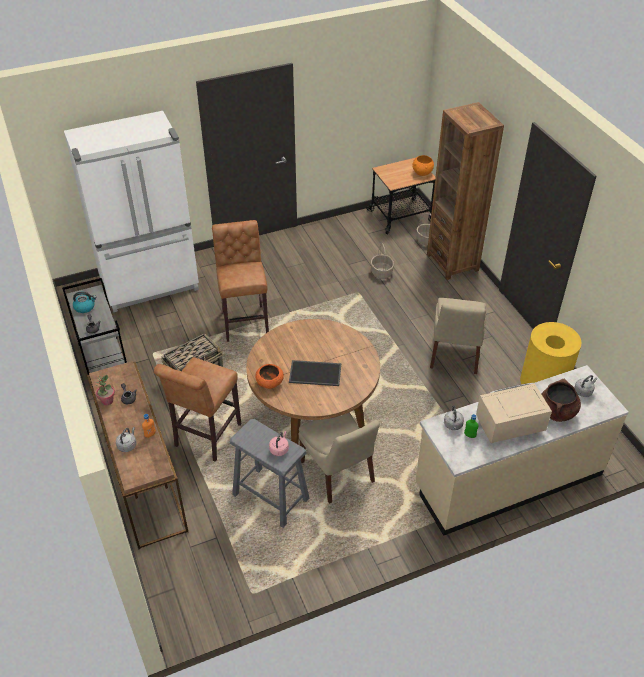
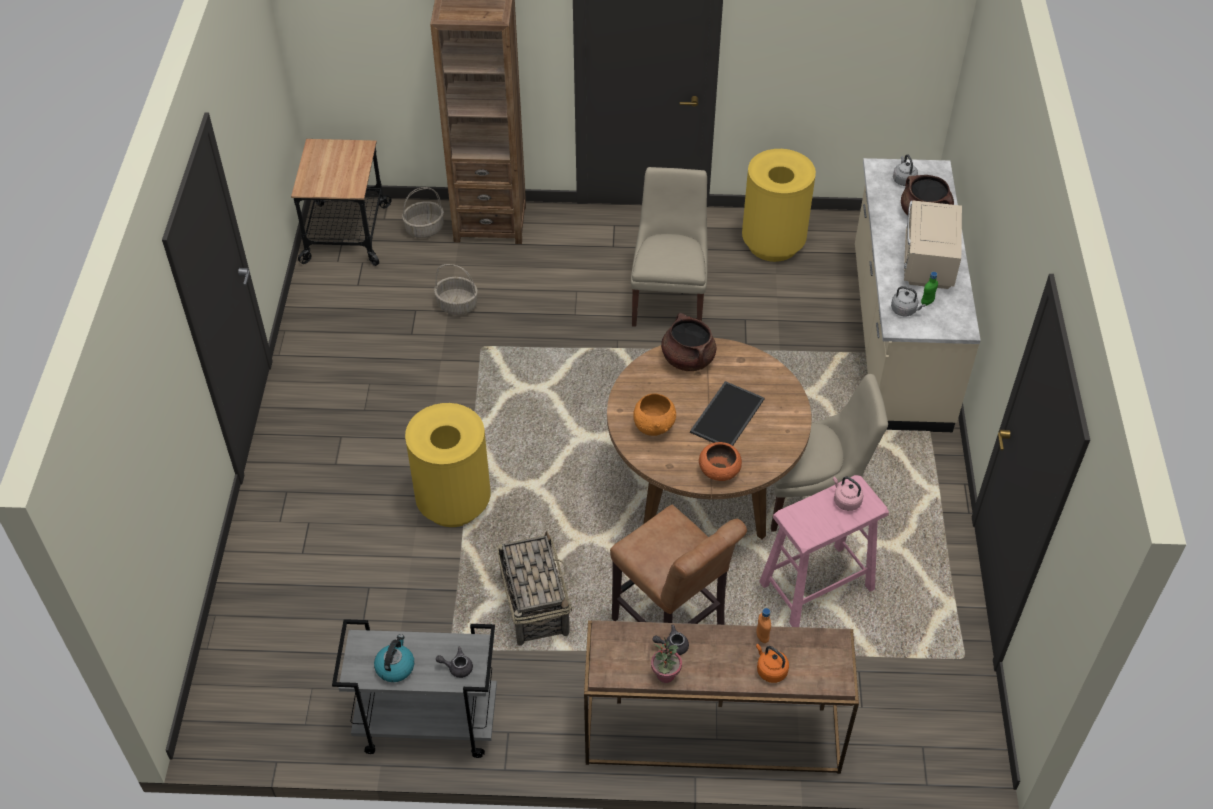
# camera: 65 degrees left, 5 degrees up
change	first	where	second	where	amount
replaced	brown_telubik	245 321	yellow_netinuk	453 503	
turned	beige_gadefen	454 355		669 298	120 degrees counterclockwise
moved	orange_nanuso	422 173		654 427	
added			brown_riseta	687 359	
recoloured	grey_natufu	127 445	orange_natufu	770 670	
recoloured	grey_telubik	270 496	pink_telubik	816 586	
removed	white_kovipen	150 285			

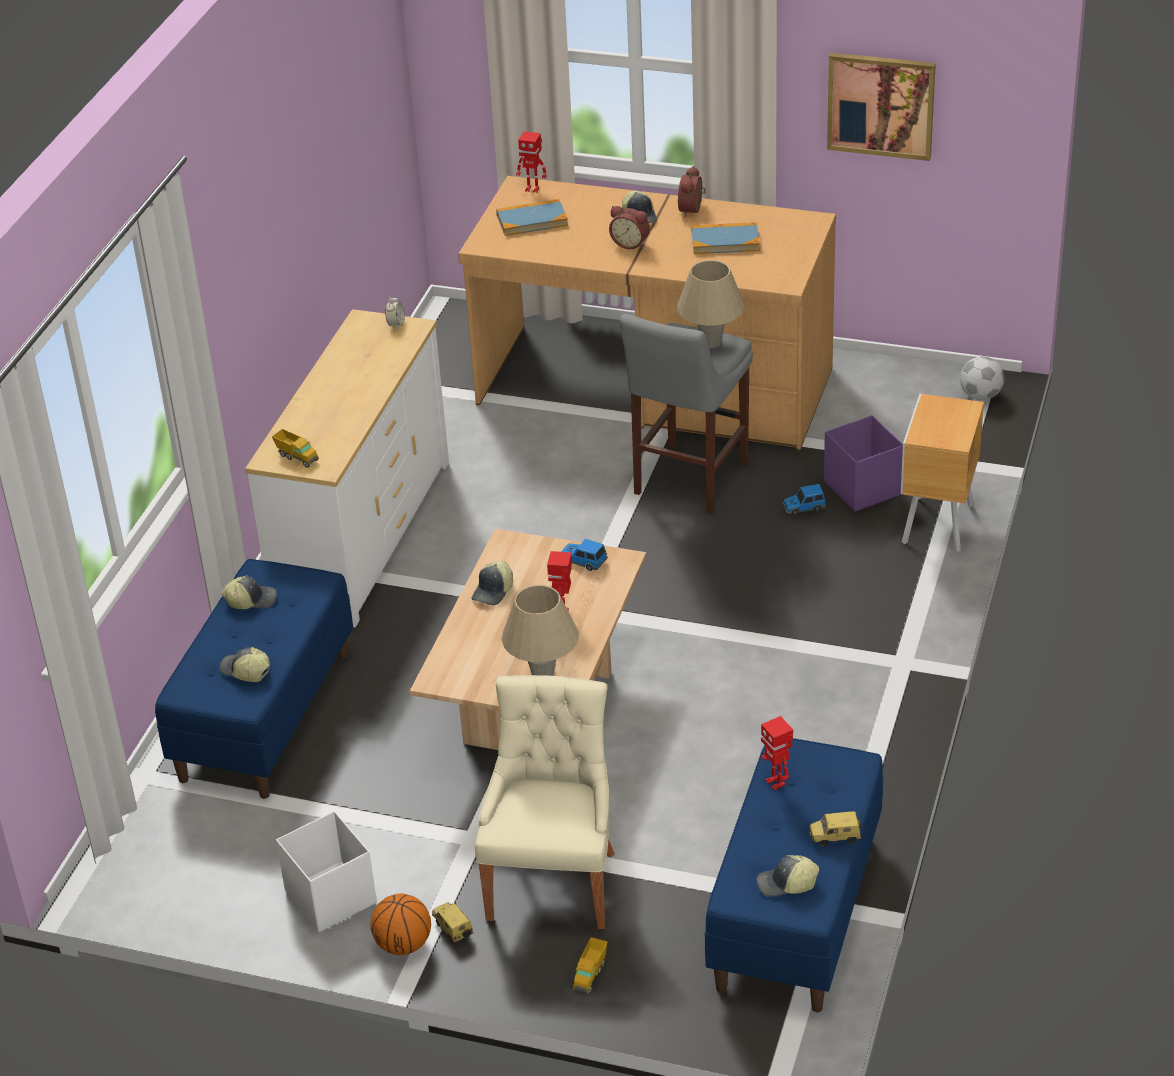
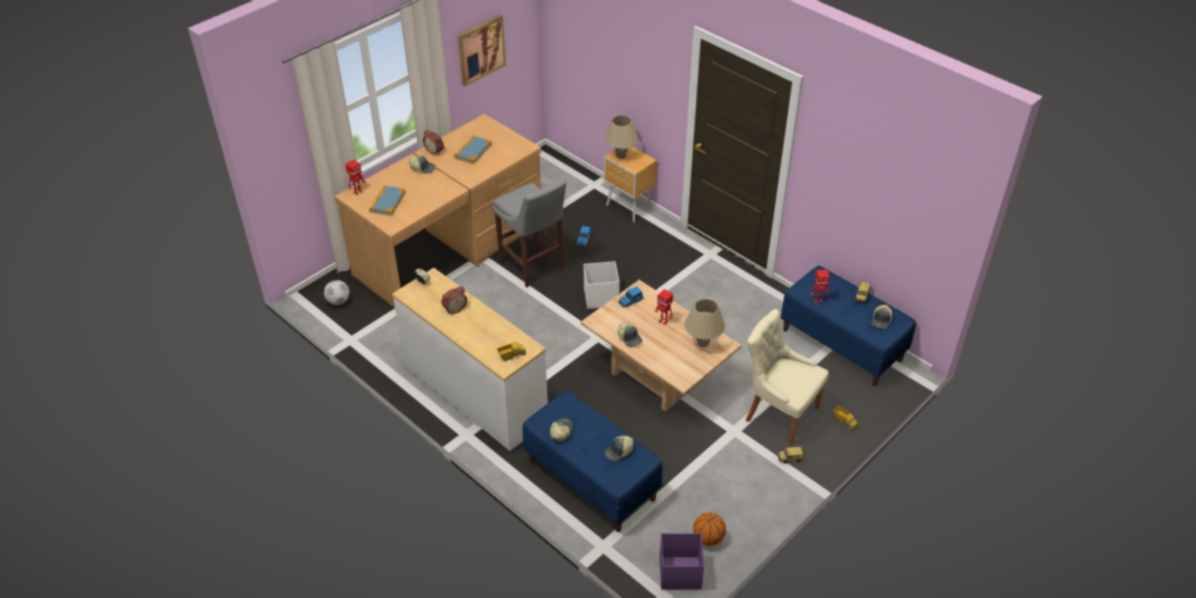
# camera: 65 degrees left, 5 degrees up
change	first	where	second	where	amount
moved	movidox	981 396		338 301	
moved	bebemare	631 243		454 308	
moved	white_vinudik	330 896		600 297	
moved	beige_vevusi	711 342		621 155	
moved	purple_vinudik	862 487		679 573	
moved	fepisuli	403 945		708 538	

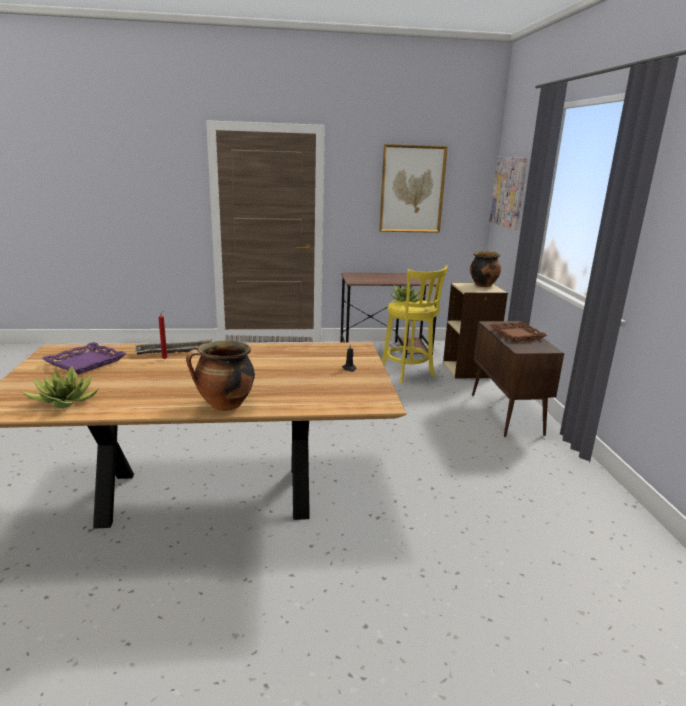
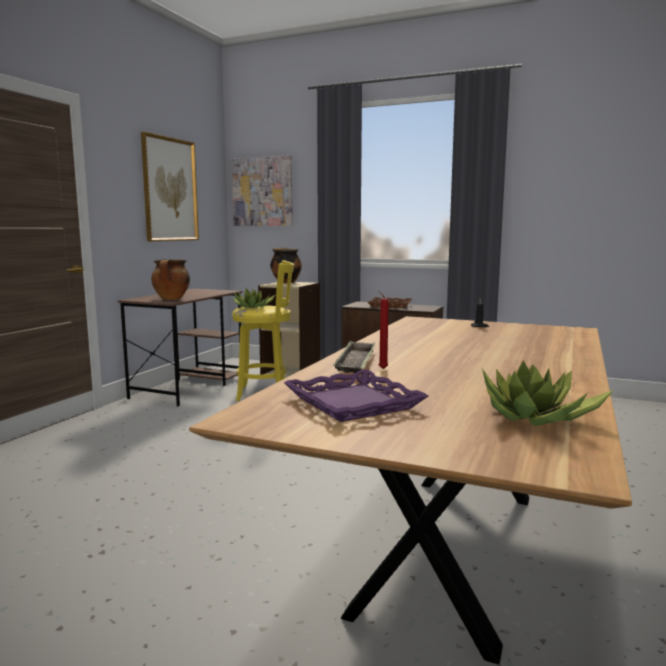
# camera: 60 degrees left, 10 degrees down
change	first	where	second	where	amount
moved	riseta	224 406		172 299	

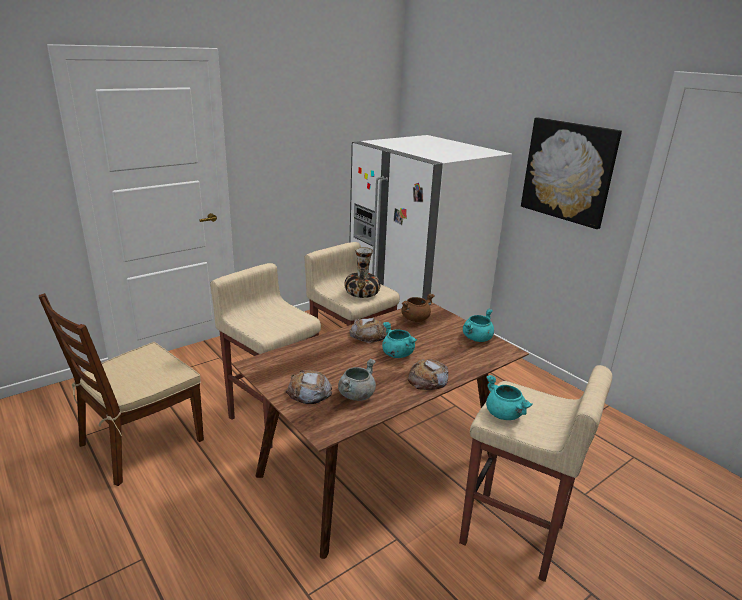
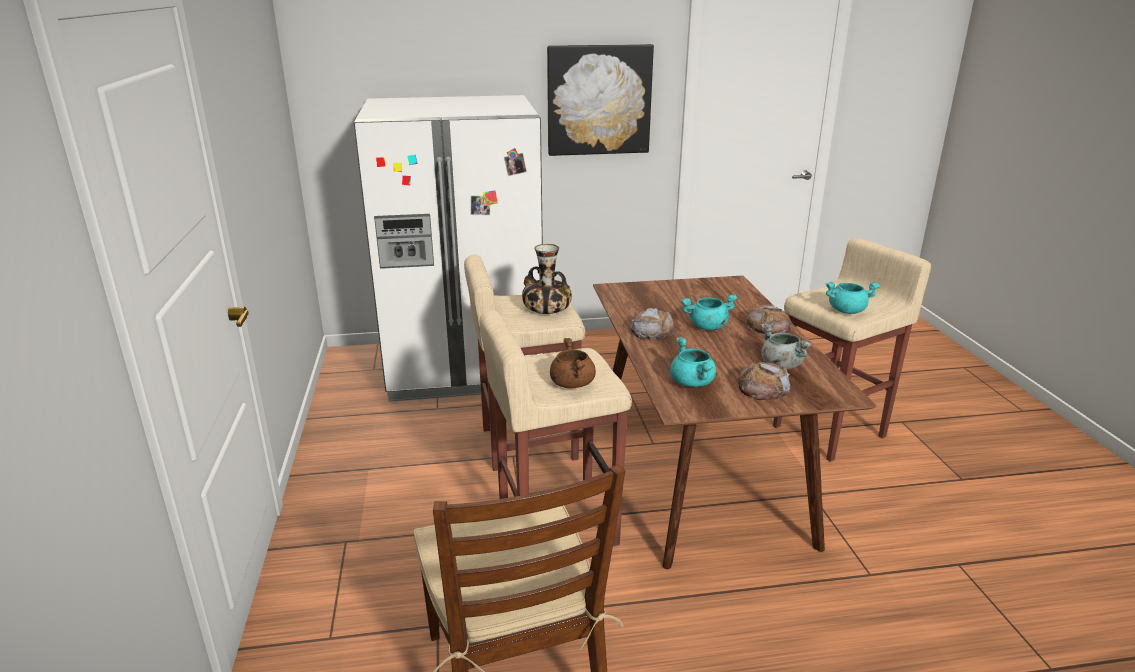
# camera: 60 degrees left, 0 degrees up
change	first	where	second	where	amount
moved	brown_riseta	415 318		571 383	
moved	turquoise_riseta	477 338		693 383	

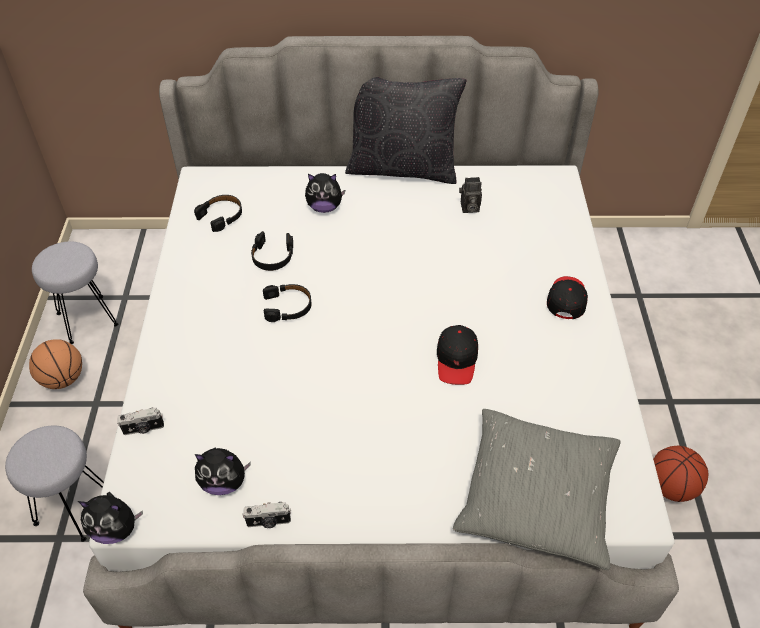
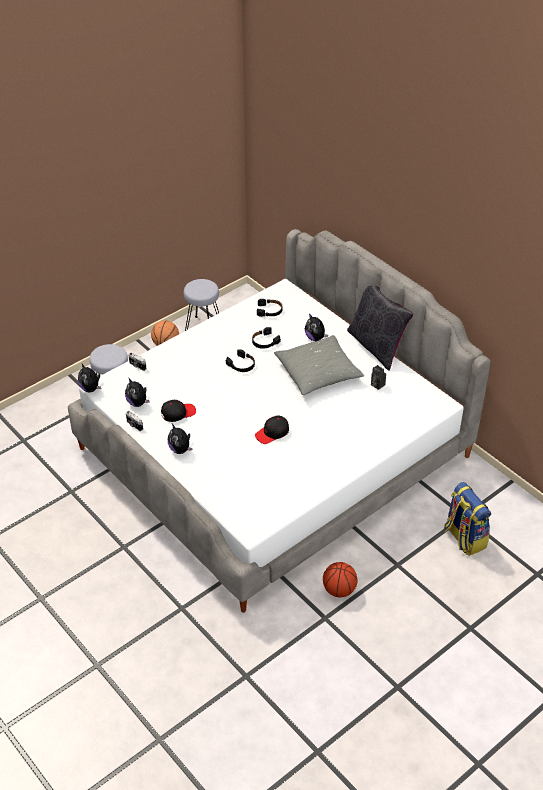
# camera: 50 degrees right, 5 degrees down
change	first	where	second	where	amount
moved	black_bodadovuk	566 299		178 413	
added			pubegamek	180 449	
moved	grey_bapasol	537 496		318 373	
added			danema	464 538	

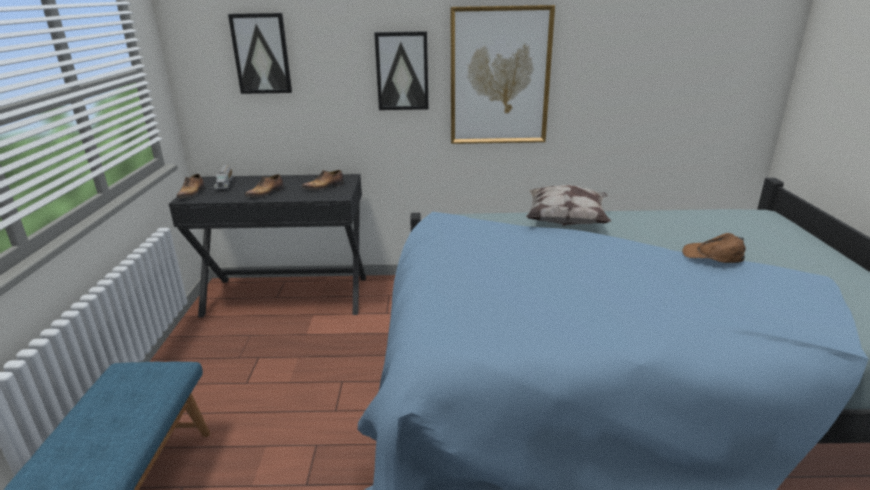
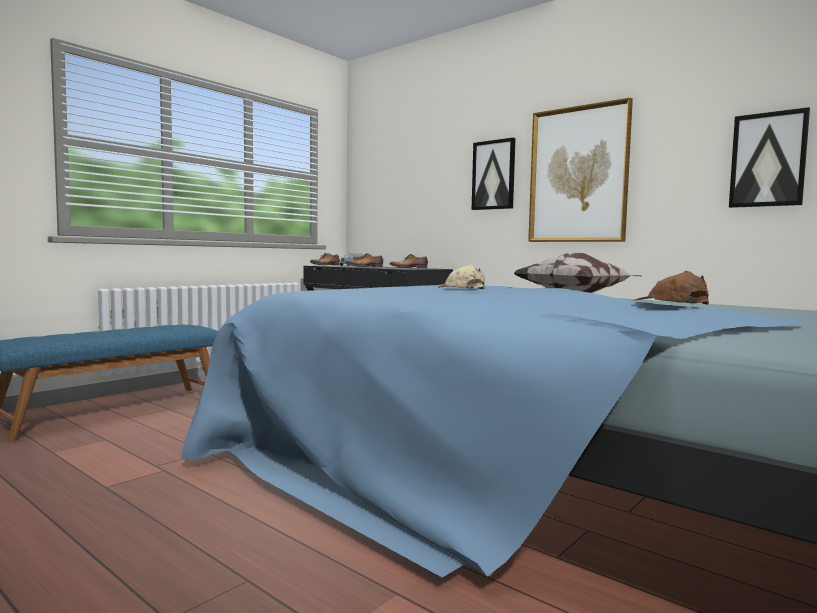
# camera: 40 degrees right, 20 degrees down
change	first	where	second	where	amount
added			beige_bodadovuk	461 289	
moved	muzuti	261 54		768 160	

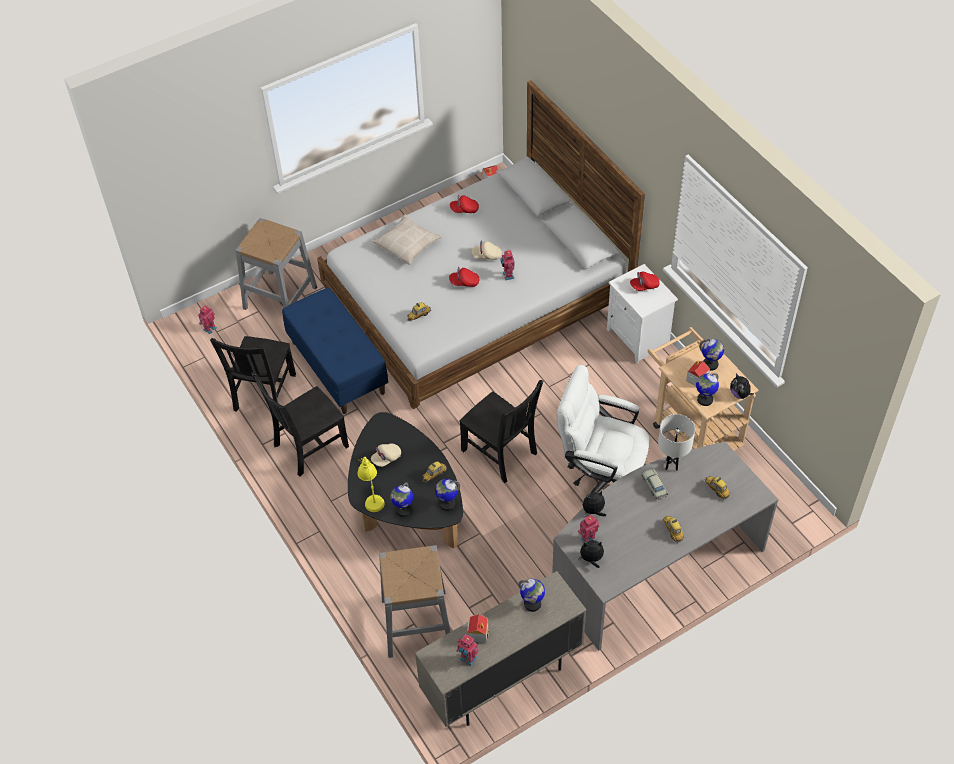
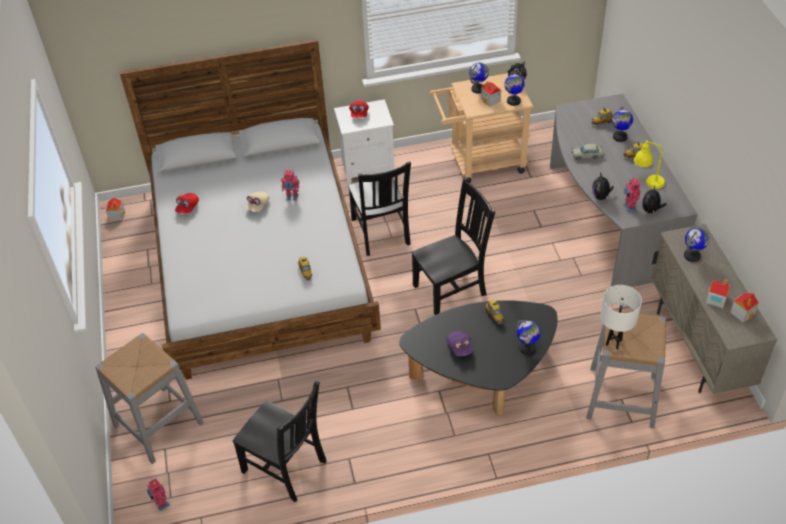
# camera: 70 degrees left, 5 degrees down
change	first	where	second	where	amount
moved	black_gadefen	308 447		381 233	
recoloured	beige_bodadovuk	386 458	purple_bodadovuk	459 347	
moved	white_vevusi	671 465		613 342	
moved	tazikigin	447 503		620 137	
moved	yellow_vevusi	371 496		647 182	
replaced	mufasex	467 659	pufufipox	742 313	
removed	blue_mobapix	338 367			
removed	beige_bapasol	407 244			
removed	red_bodadovuk	464 282			
removed	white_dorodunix	601 475			

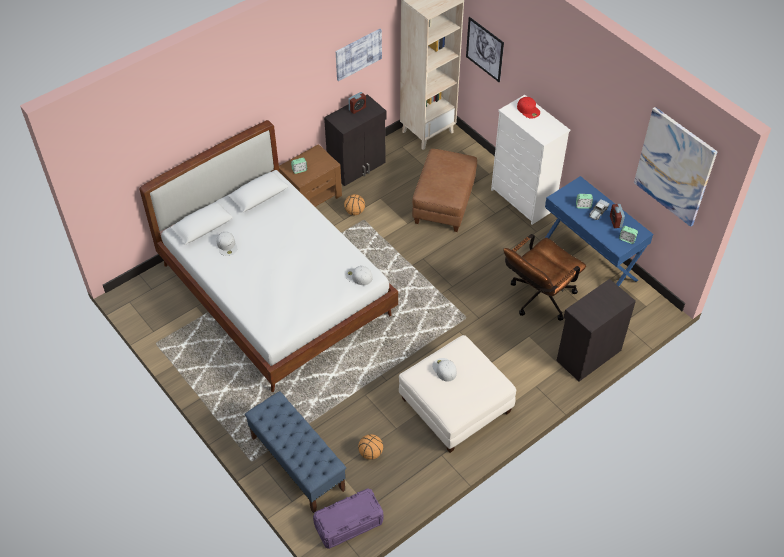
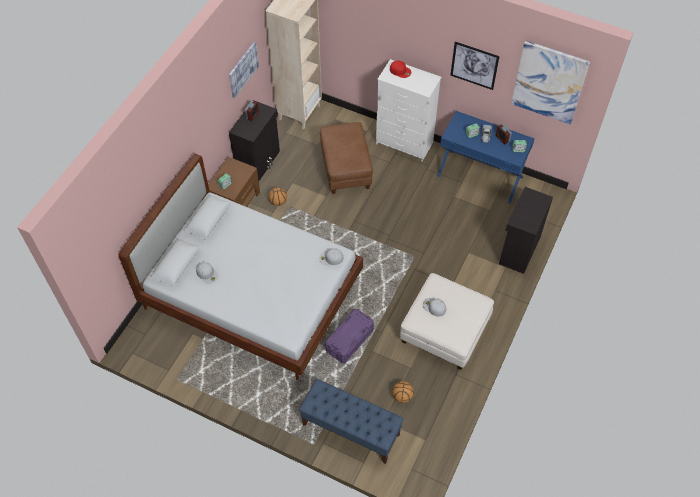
# camera: 25 degrees left, 5 degrees up
change	first	where	second	where	amount
moved	purple_vinudik	348 524		349 340	
moved	muzuti	484 49		474 65	
removed	brown_dorodunix	537 299			

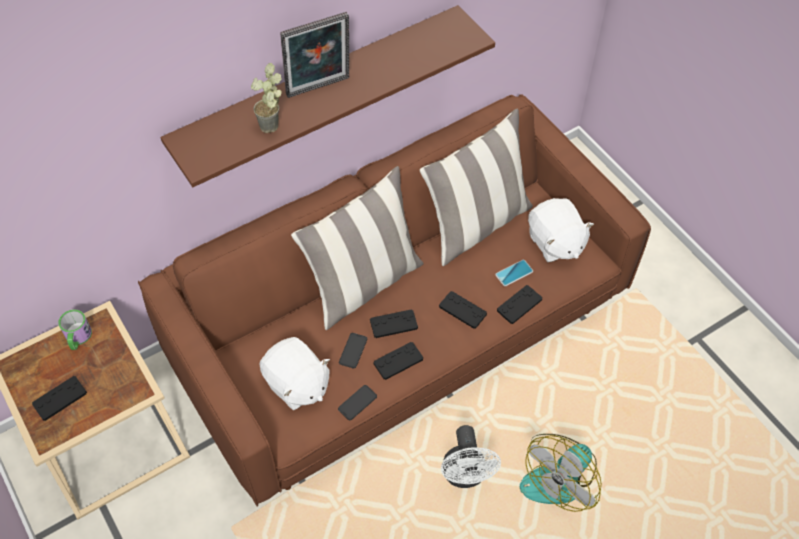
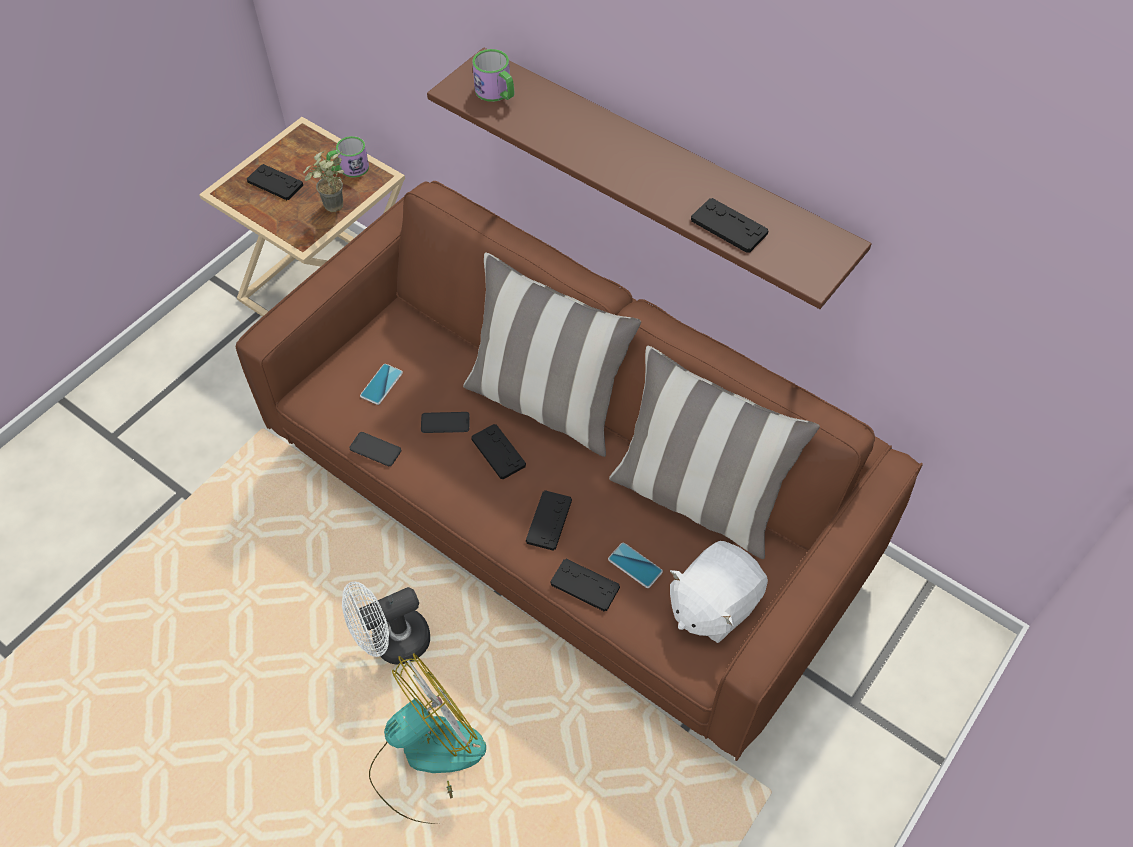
# camera: 70 degrees right, 0 degrees up
change	first	where	second	where	amount
moved	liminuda	274 129		332 210	
replaced	white_pubegamek	297 384	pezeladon	381 384	
turned	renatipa	560 476		426 758	120 degrees clockwise
added			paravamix	497 93	
moved	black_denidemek	398 361		729 226	
removed	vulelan	319 89			

